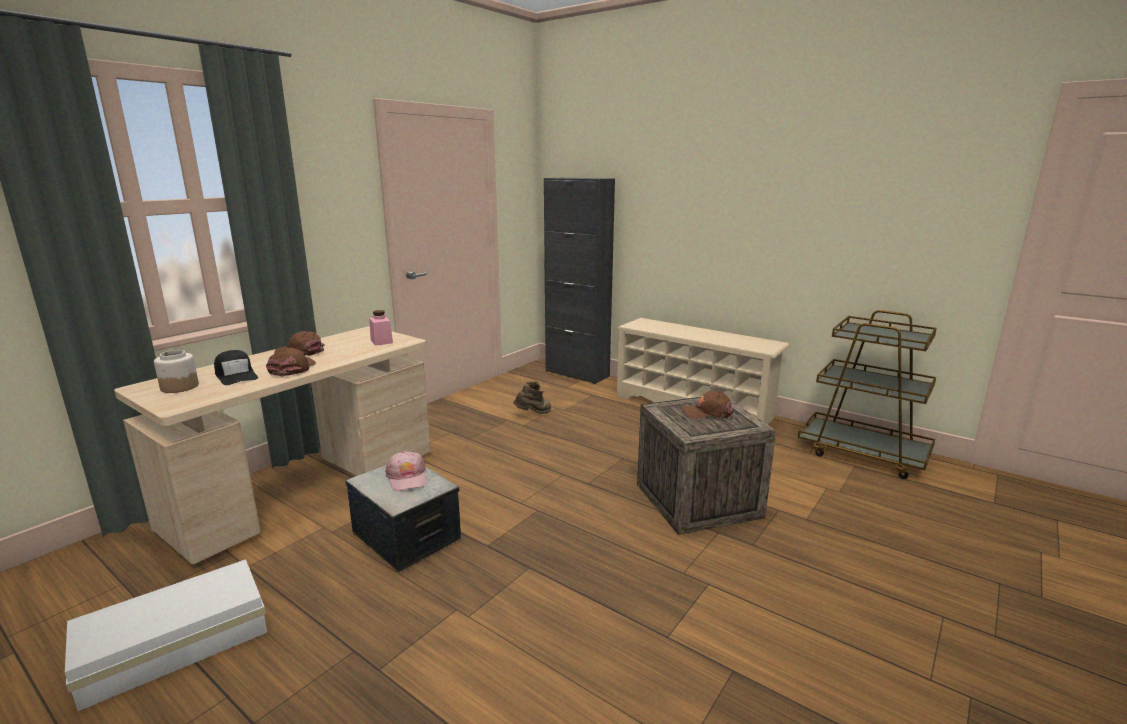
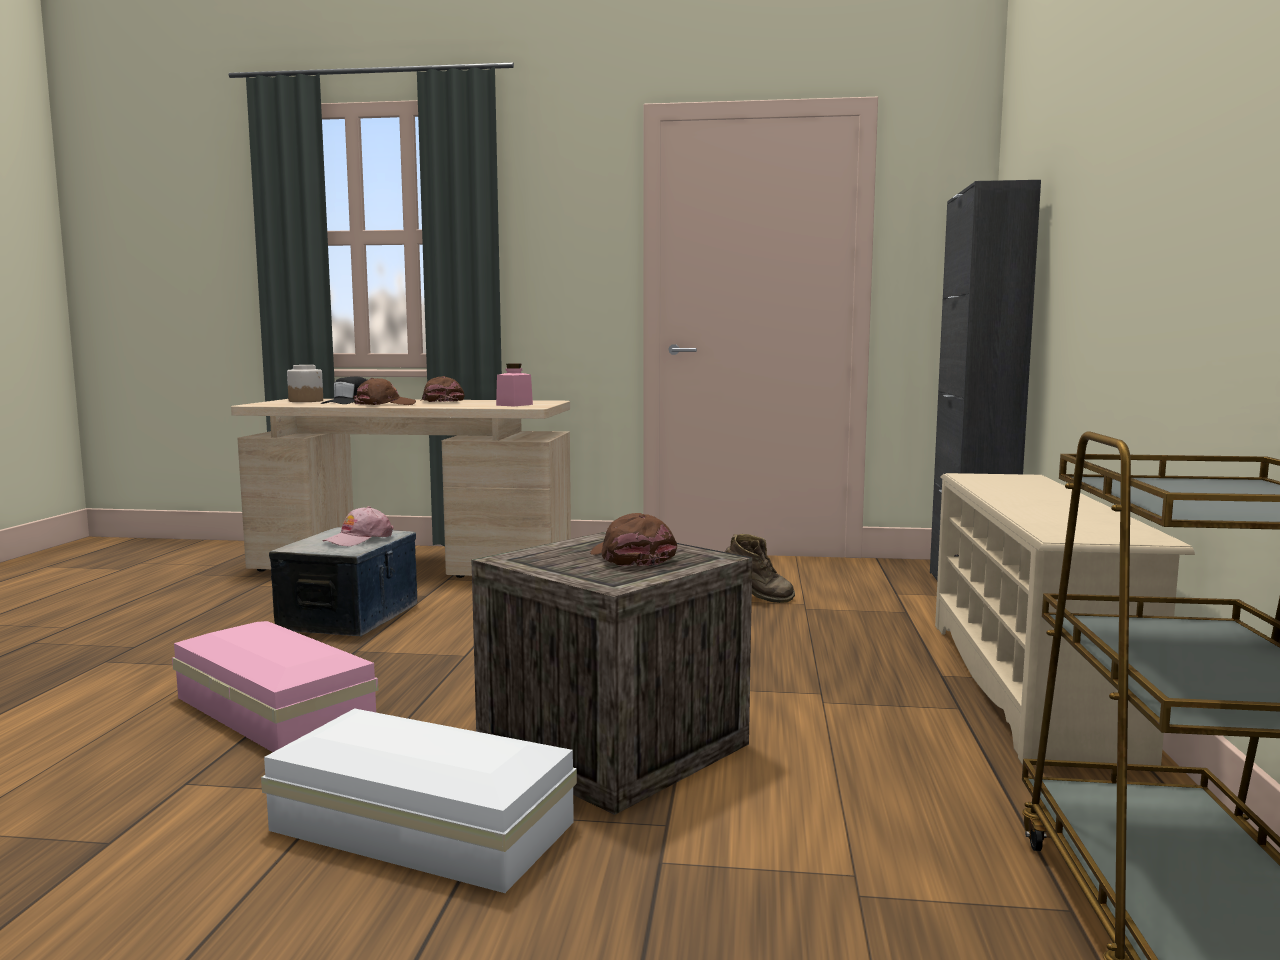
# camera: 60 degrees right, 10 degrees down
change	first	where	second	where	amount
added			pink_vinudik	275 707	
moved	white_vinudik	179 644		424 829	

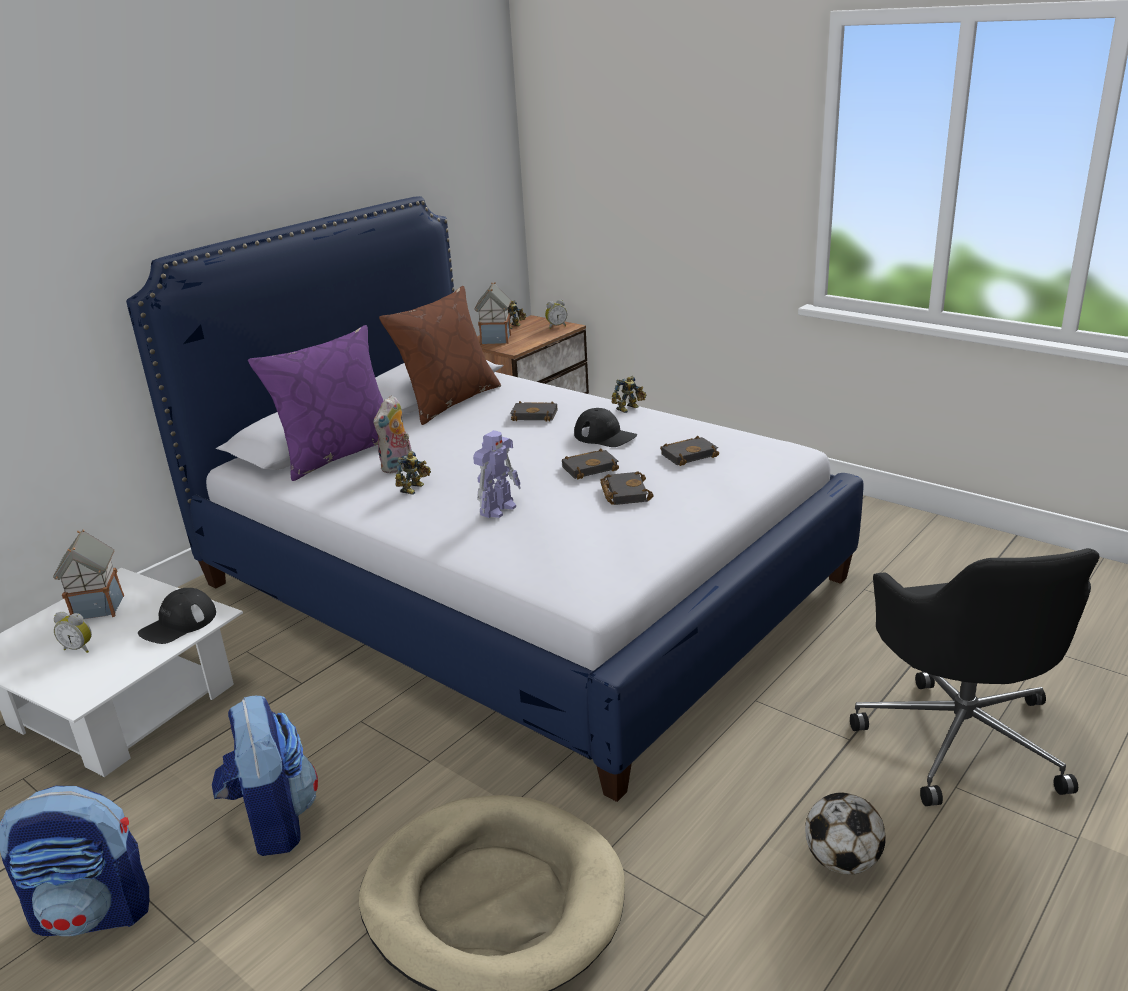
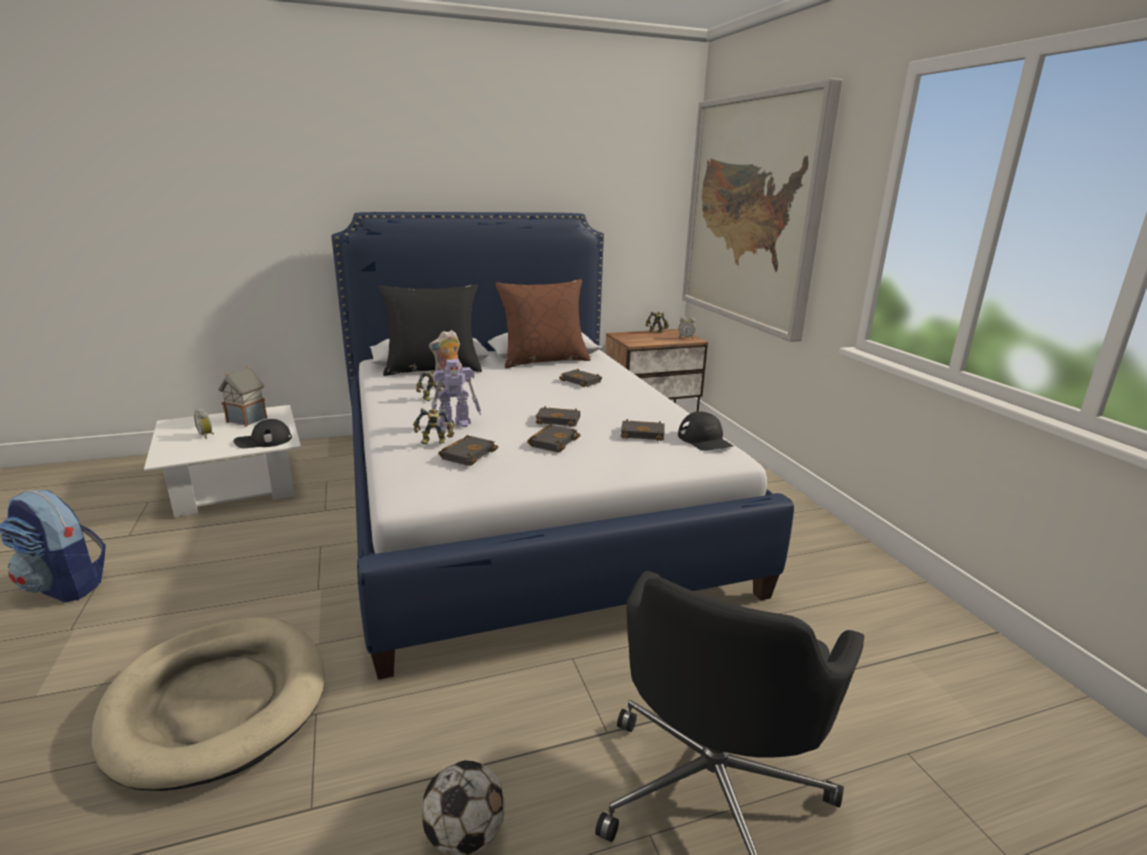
# camera: 30 degrees right, 5 degrees down
change	first	where	second	where	amount
recoloured	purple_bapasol	339 453	black_bapasol	433 369	
moved	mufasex	629 409		434 442	
added			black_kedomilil	467 454	
moved	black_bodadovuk	605 436		705 440	
added			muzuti	751 211	
removed	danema	273 821			
removed	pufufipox	496 340			

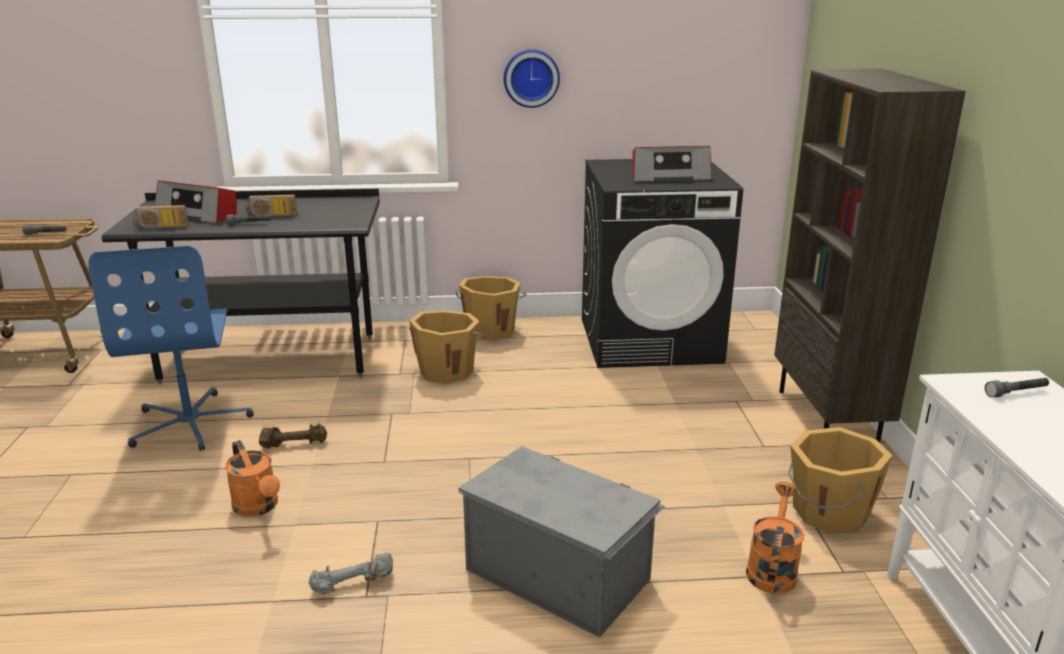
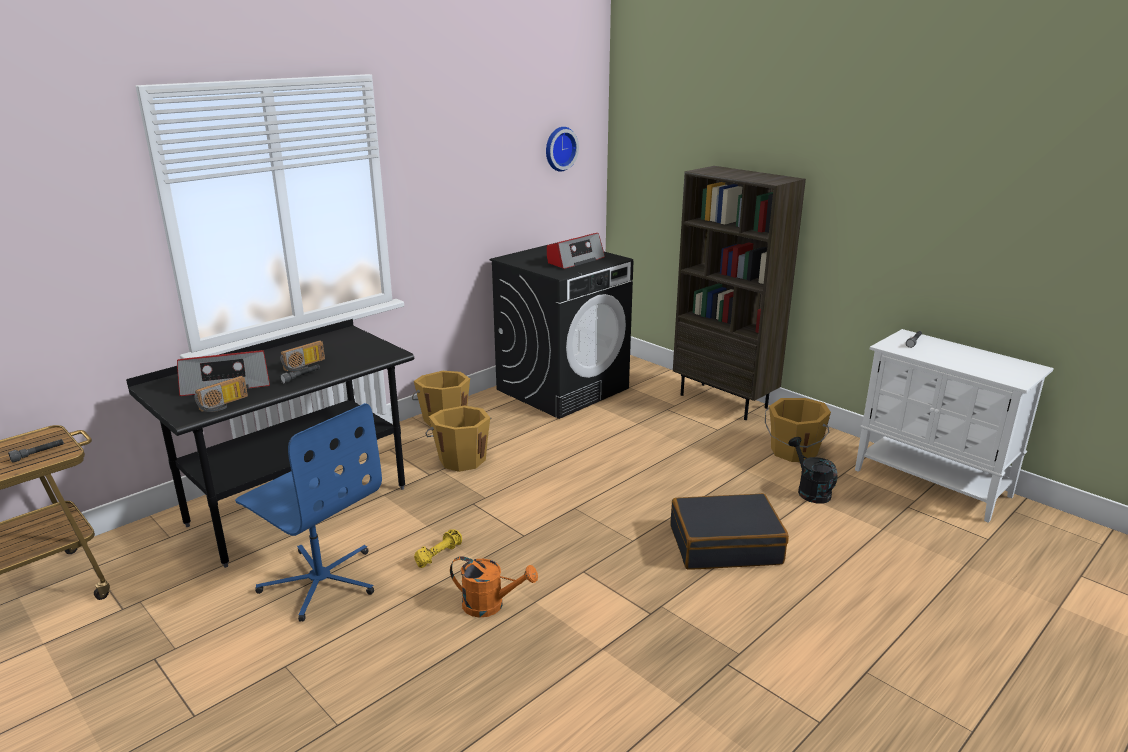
# camera: 40 degrees left, 0 degrees up
change	first	where	second	where	amount
recoloured	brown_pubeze	294 444	yellow_pubeze	438 555	
moved	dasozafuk	531 78		559 148	
replaced	grey_vinudik	558 572	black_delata	725 544	
recoloured	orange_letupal	772 568	black_letupal	810 490	
removed	grey_pubeze	353 584			

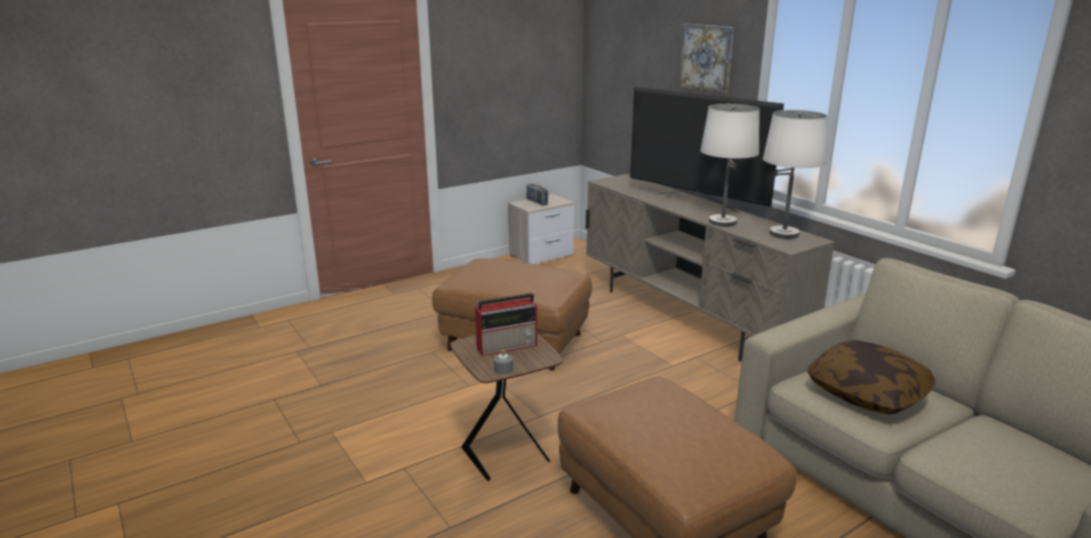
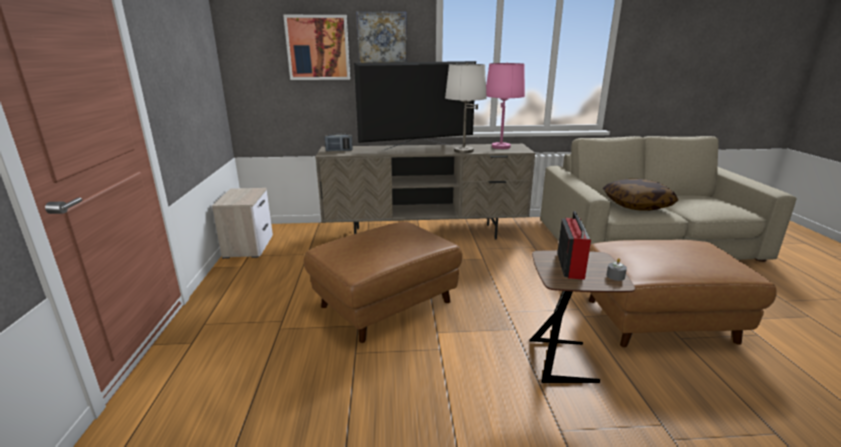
# camera: 60 degrees left, 0 degrees up
change	first	where	second	where	amount
added			muzuti	318 48	
moved	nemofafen	537 202		339 150	
recoloured	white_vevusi	784 234	pink_vevusi	500 147	

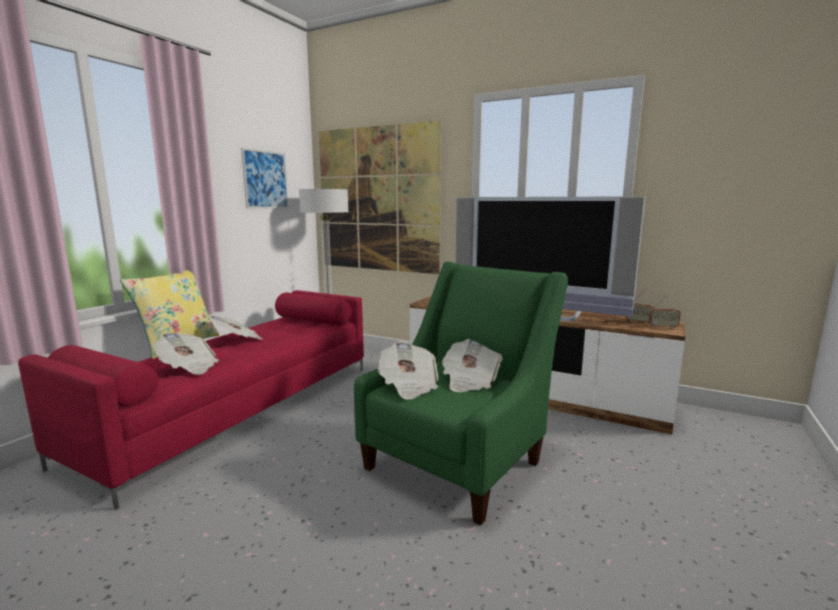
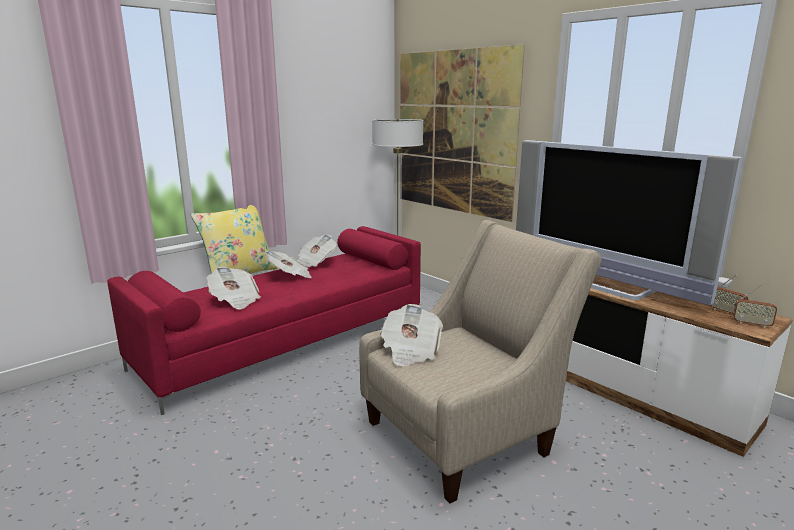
# camera: 20 degrees right, 5 degrees up
change	first	where	second	where	amount
moved	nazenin	469 381		314 262	
recoloured	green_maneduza	460 459	beige_maneduza	466 433	
removed	muzuti	265 179			

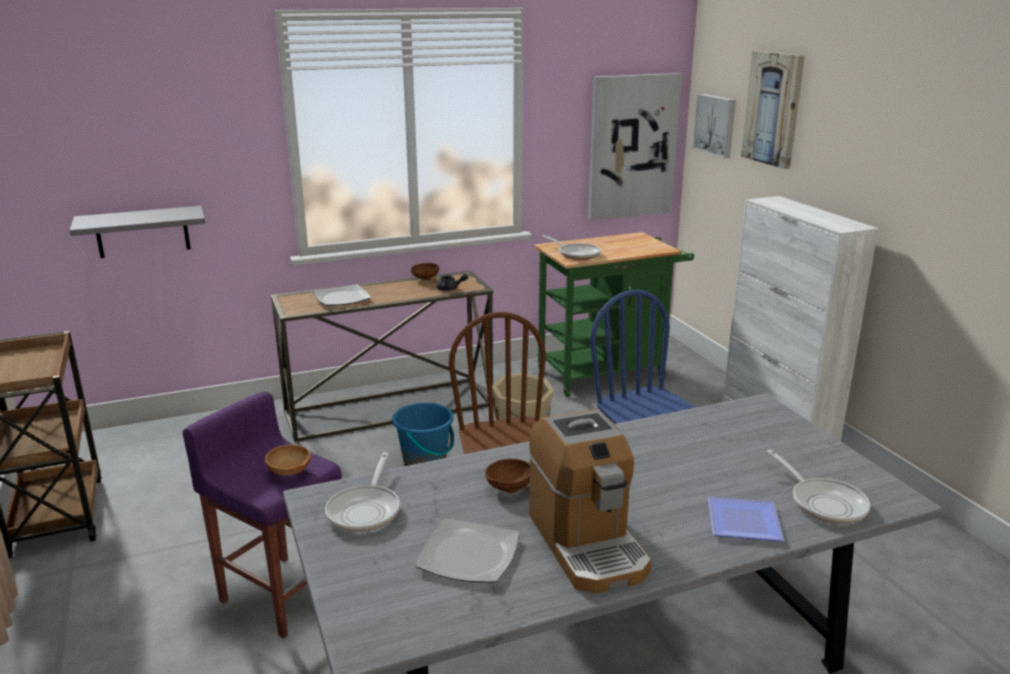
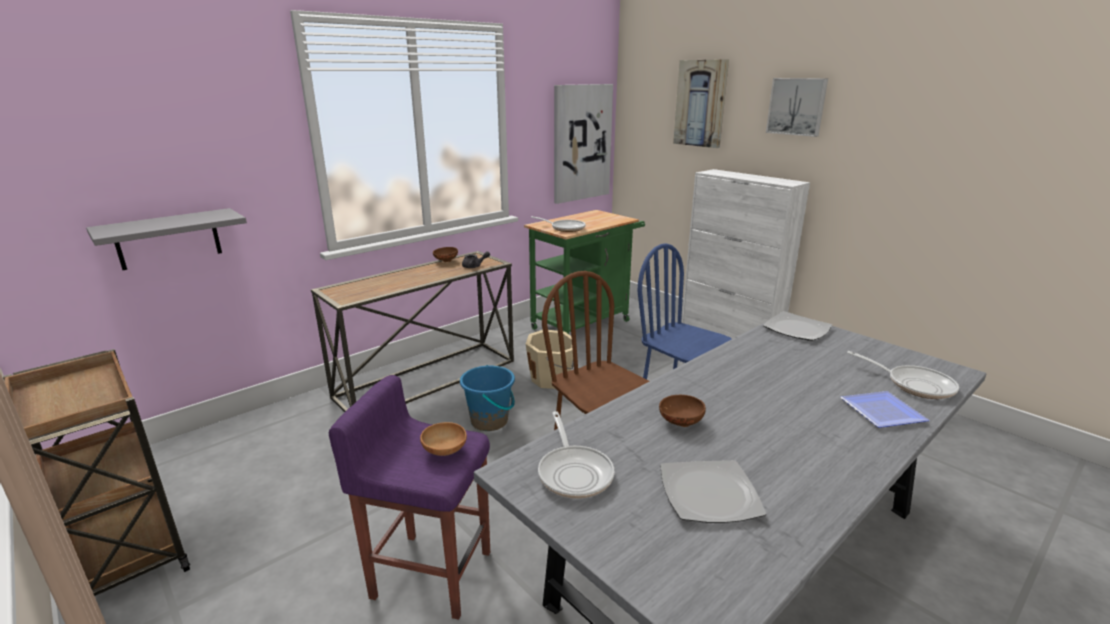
# camera: 20 degrees left, 0 degrees up
change	first	where	second	where	amount
moved	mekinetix	341 298		796 329	
moved	muzuti	716 125		797 106	
removed	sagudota	587 543			

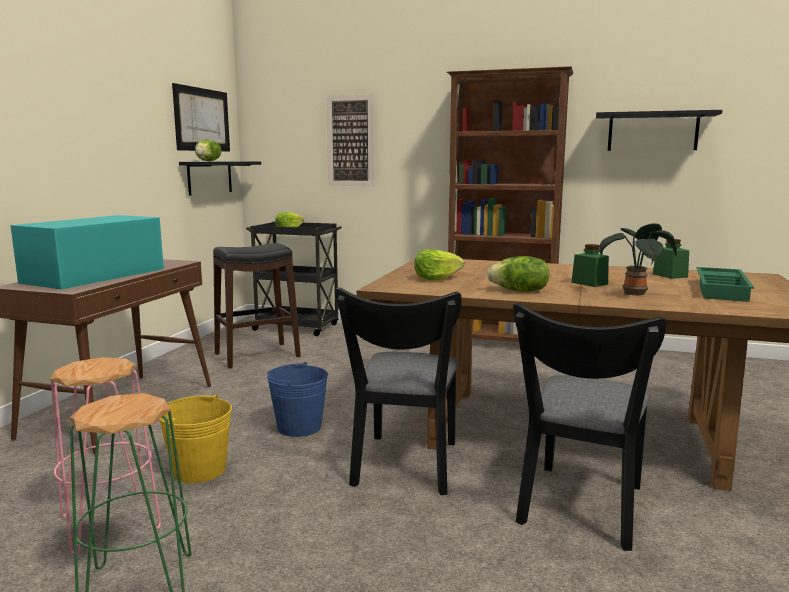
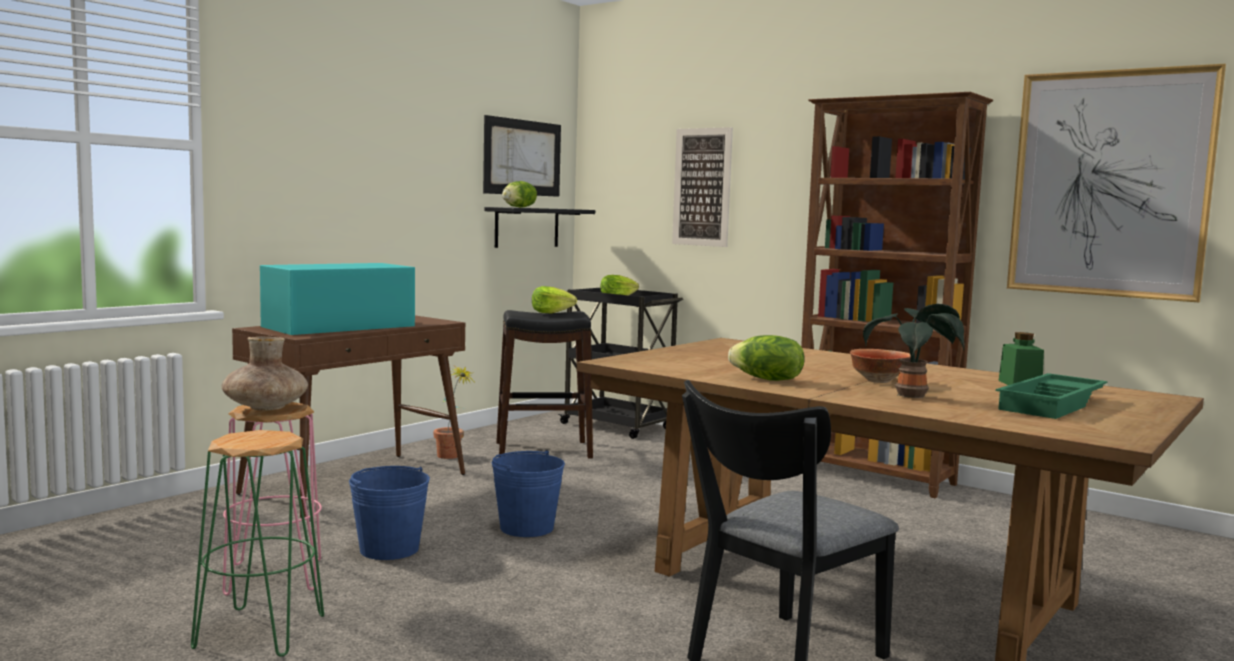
# camera: 20 degrees right, 5 degrees down
change	first	where	second	where	amount
added			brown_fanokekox	265 408	
recoloured	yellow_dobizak	199 470	blue_dobizak	389 549	
added			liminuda	452 457	
moved	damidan	436 278		551 312	
replaced	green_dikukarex	589 283	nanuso	879 381	
replaced	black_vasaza	652 132	muzuti	1109 184	
removed	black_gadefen	404 468			

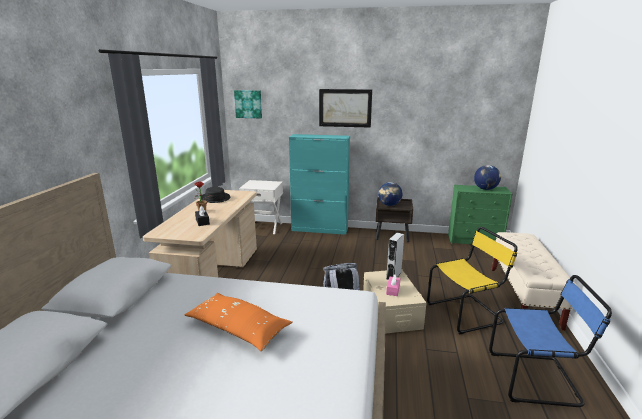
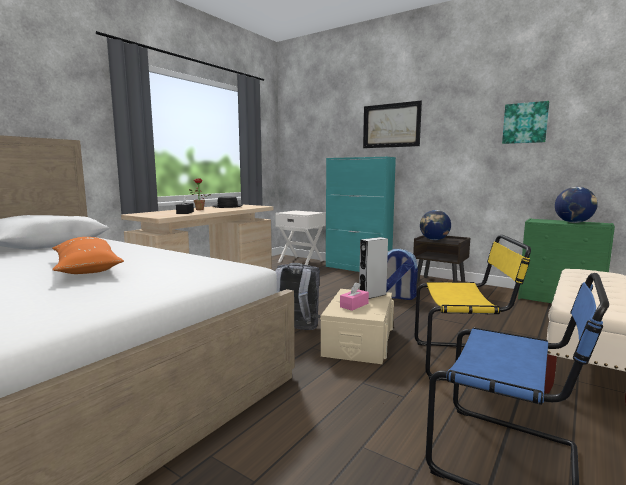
# camera: 25 degrees right, 10 degrees down
change	first	where	second	where	amount
added			danema	396 297	
moved	muzuti	248 104		525 123	

